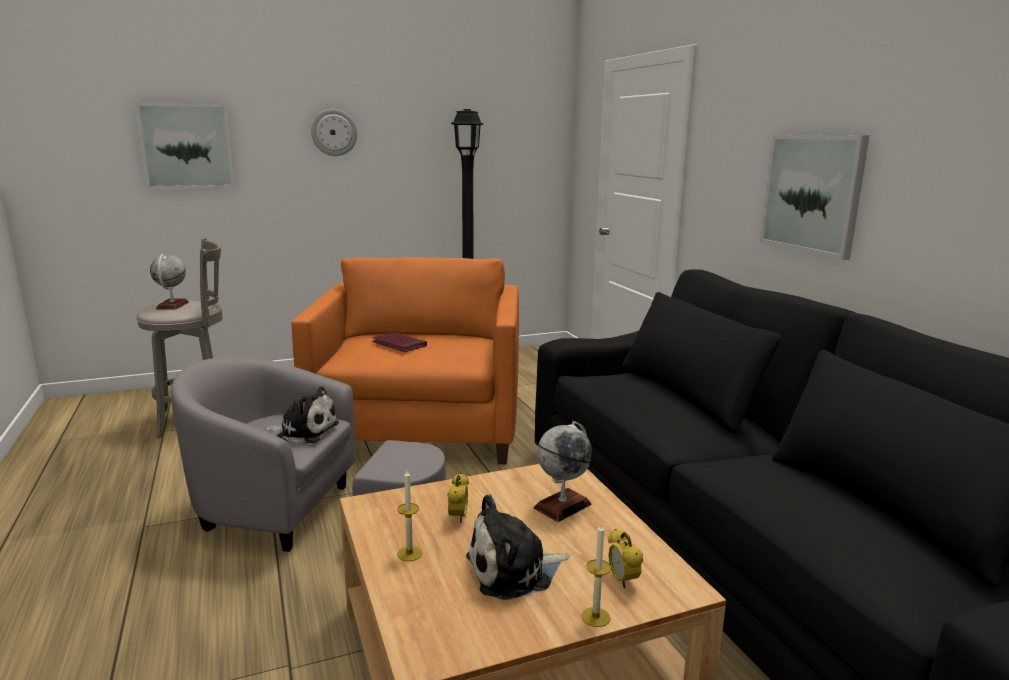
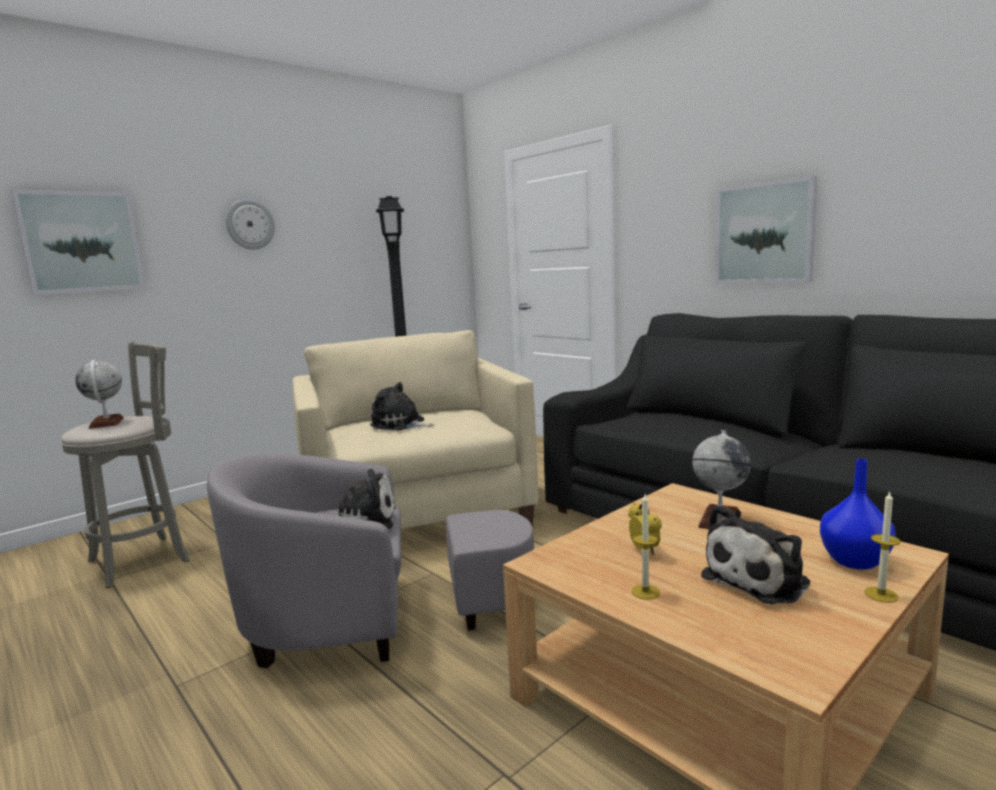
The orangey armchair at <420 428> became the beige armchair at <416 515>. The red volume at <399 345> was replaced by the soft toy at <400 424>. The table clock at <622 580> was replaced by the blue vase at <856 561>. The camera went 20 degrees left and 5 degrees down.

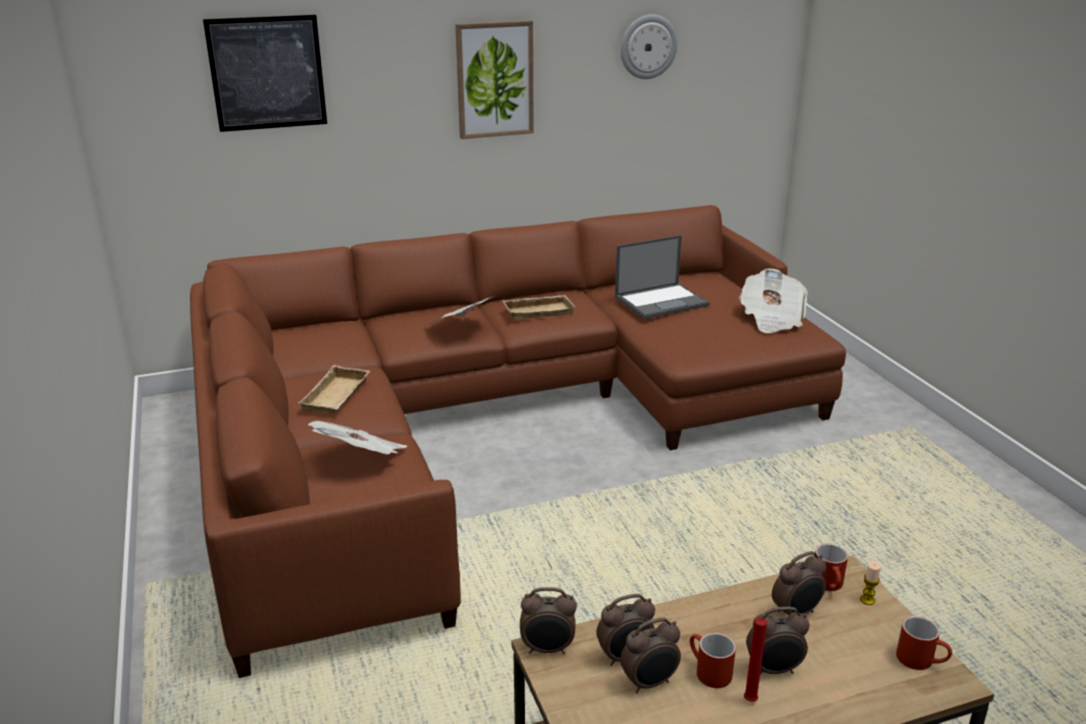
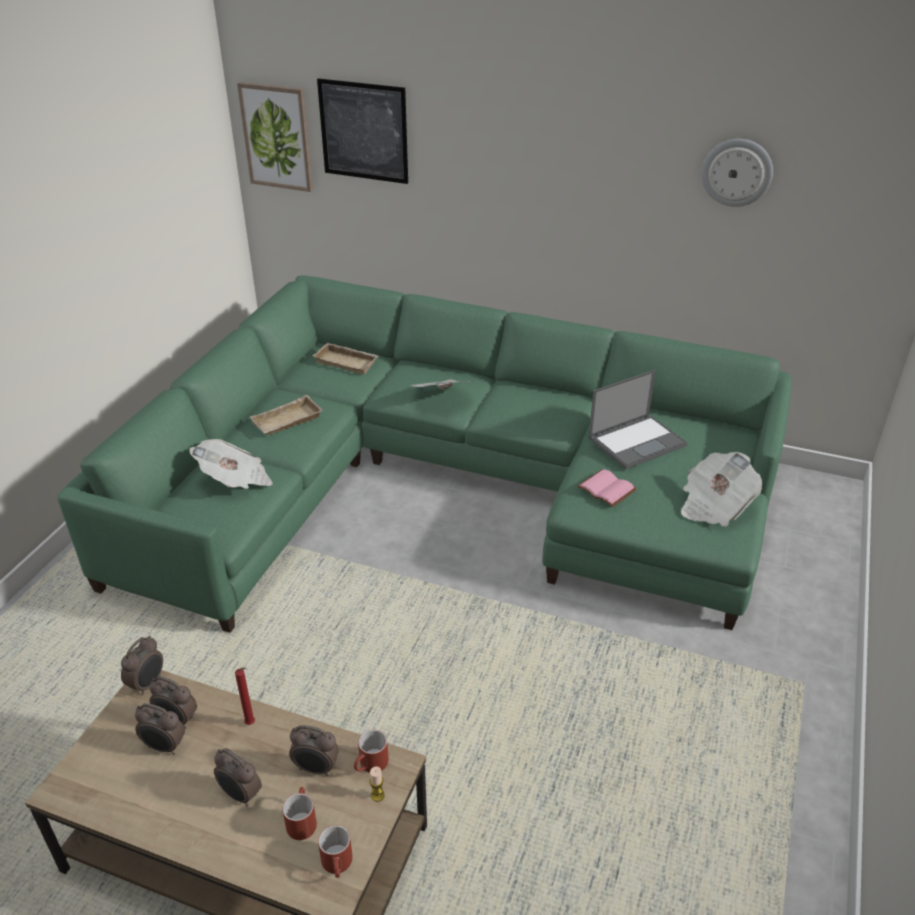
The wall art moved from <494 79> to <277 137>. The brown settee at <490 422> became the green-coloured settee at <447 485>. The notebook computer at <662 301> turned 45 degrees counterclockwise. The beige tray moved from <539 311> to <347 362>. The table clock at <547 649> turned 105 degrees counterclockwise. The red candle moved from <752 700> to <251 724>. The red mug moved from <707 671> to <301 820>. The pinkish volume at <608 489> appeared. The camera went 40 degrees right and 10 degrees up.

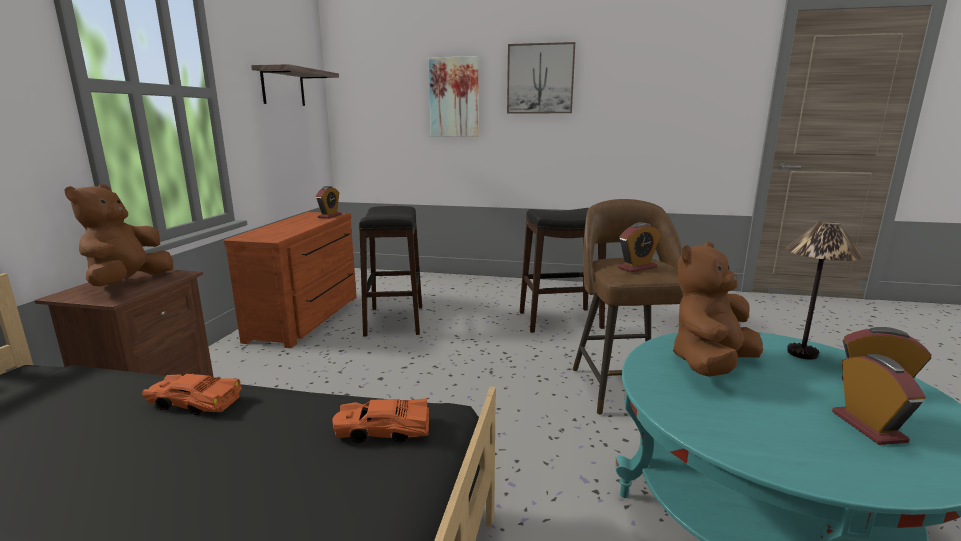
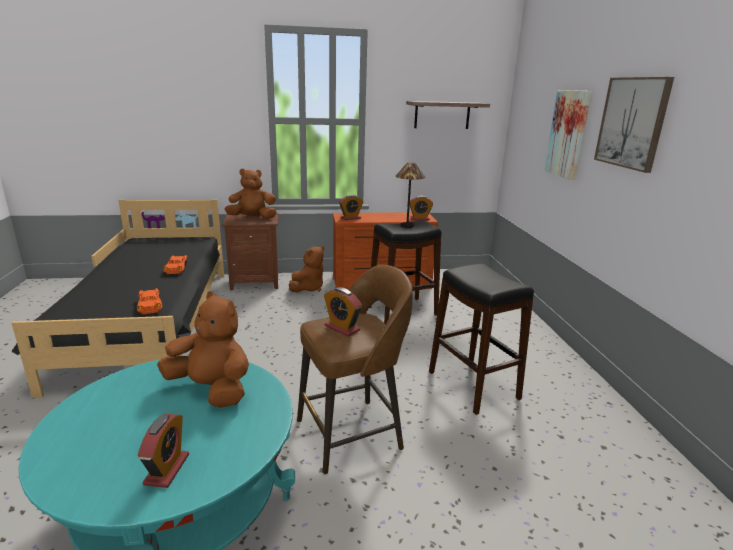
The lamp for a table moved from <803 353> to <407 226>. The table clock moved from <868 427> to <350 218>. The brown soft toy at <309 288> appeared. The camera went 70 degrees right and 5 degrees up.

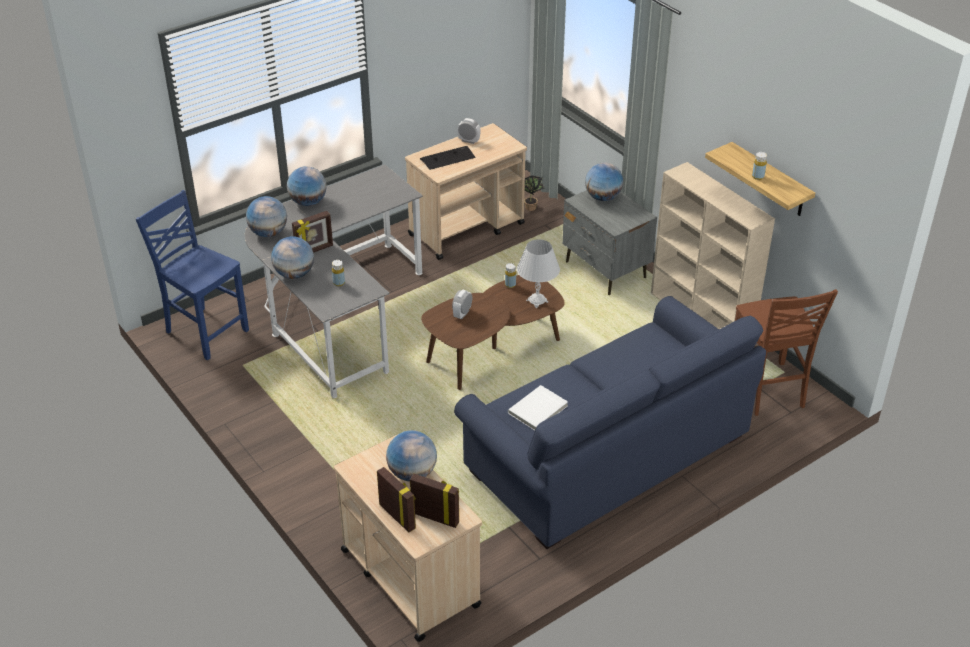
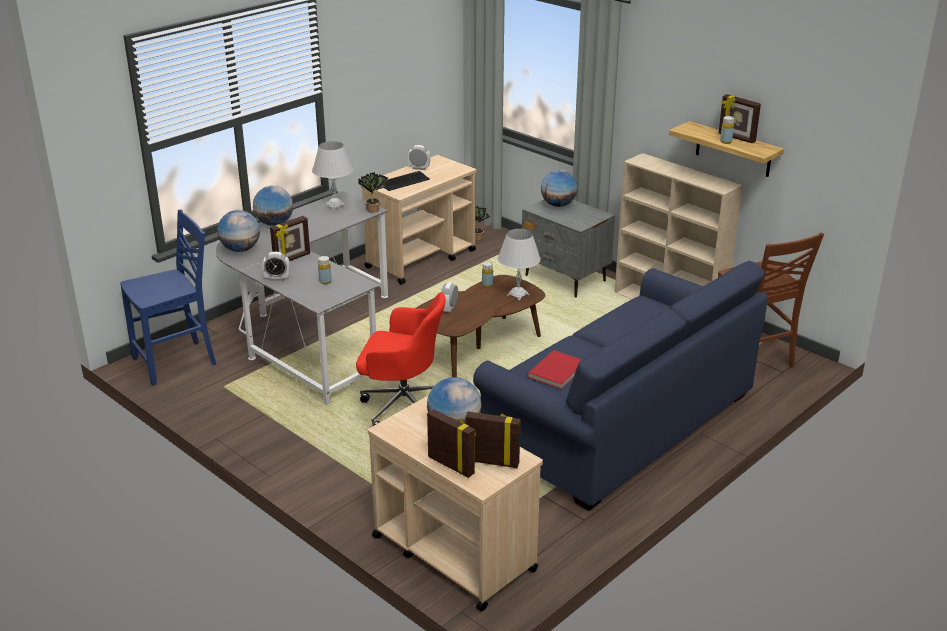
The blue upright chair at <205 331> turned 120 degrees clockwise. The globe at <294 274> was replaced by the table clock at <277 278>. The white-coloured volume at <538 410> became the red volume at <557 372>. The picture frame at <736 138> appeared. The white-coloured lamp for a table at <335 206> appeared. The houseplant at <374 209> appeared. The red office chair at <403 405> appeared. The camera went 10 degrees left and 10 degrees down.

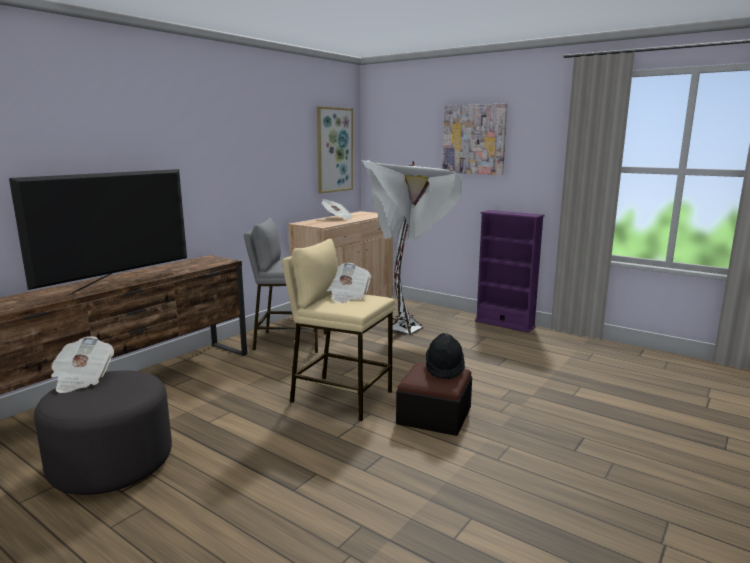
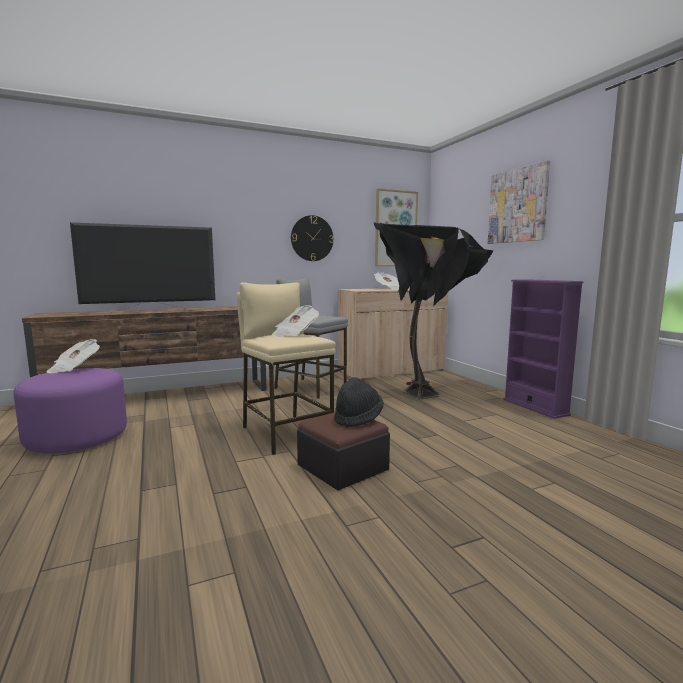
The white-coloured floor lamp at <410 326> became the black floor lamp at <429 393>. The greyish pouffe at <111 464> became the purple pouffe at <77 437>. The hanging clock at <312 238> appeared. The camera went 30 degrees right and 5 degrees down.

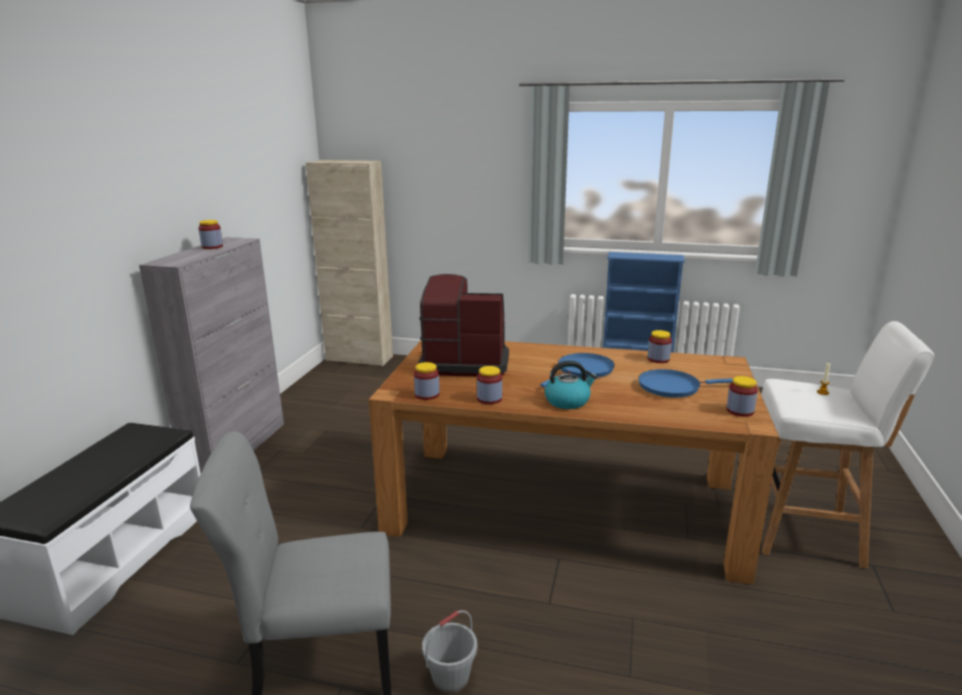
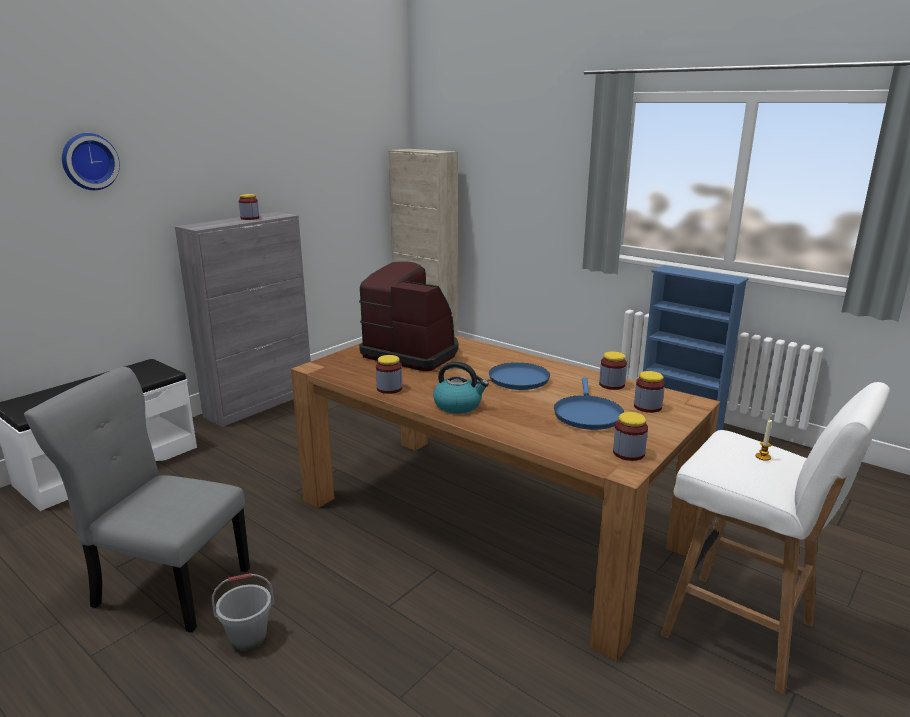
The preserve jar moved from <427 395> to <647 407>. The blue frying pan at <673 387> turned 105 degrees counterclockwise. The hanging clock at <89 161> appeared. The camera went 25 degrees right and 0 degrees up.

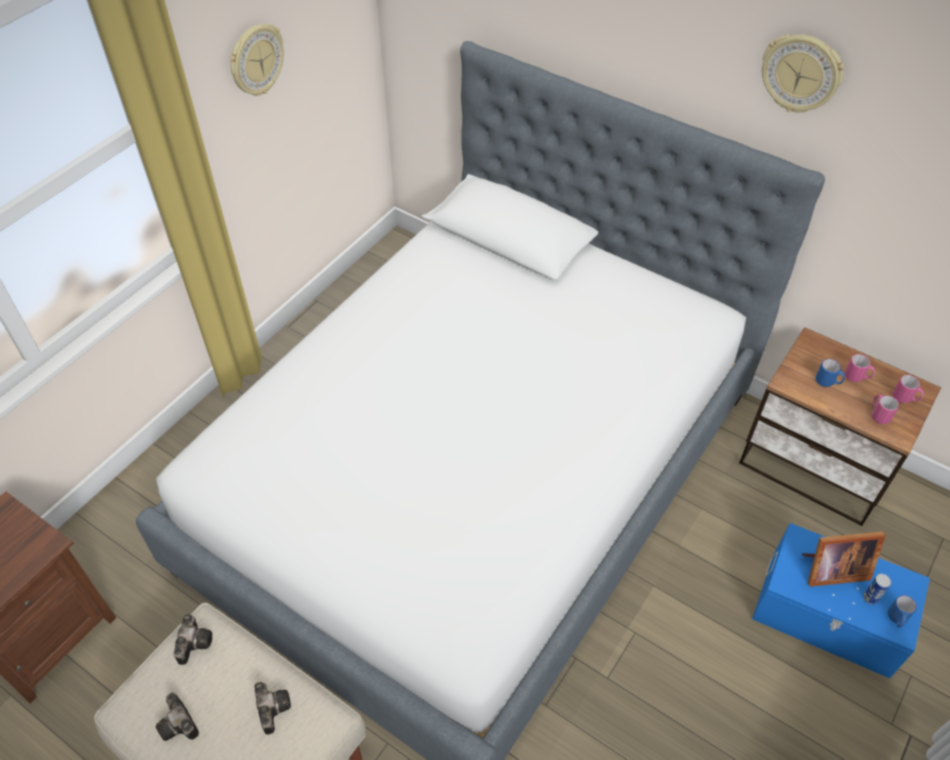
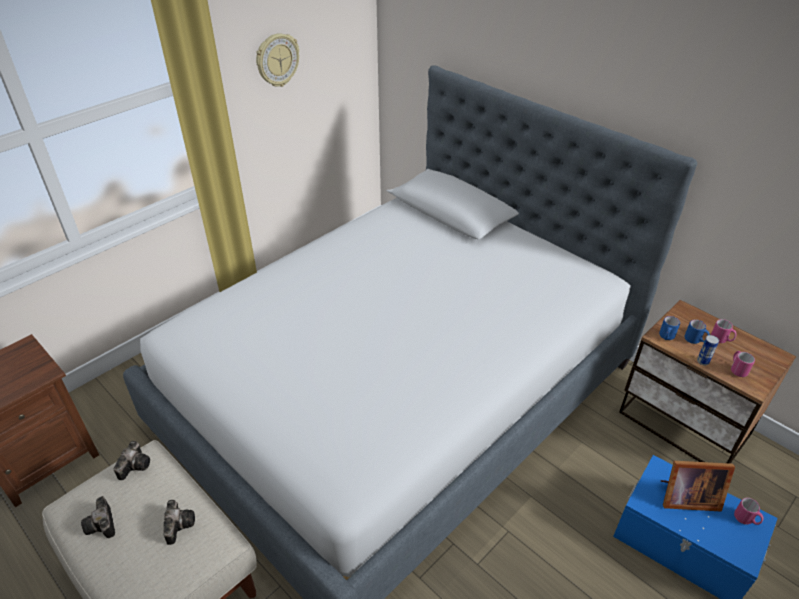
The hanging clock at <801 73> disappeared. The pinkish mug moved from <905 398> to <746 519>. The can moved from <870 598> to <702 361>. The blue mug moved from <897 619> to <666 337>. The camera went 10 degrees right and 10 degrees down.

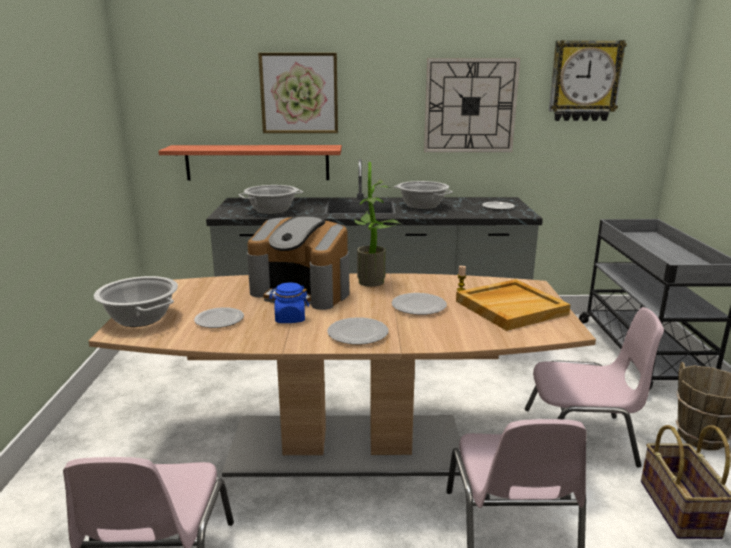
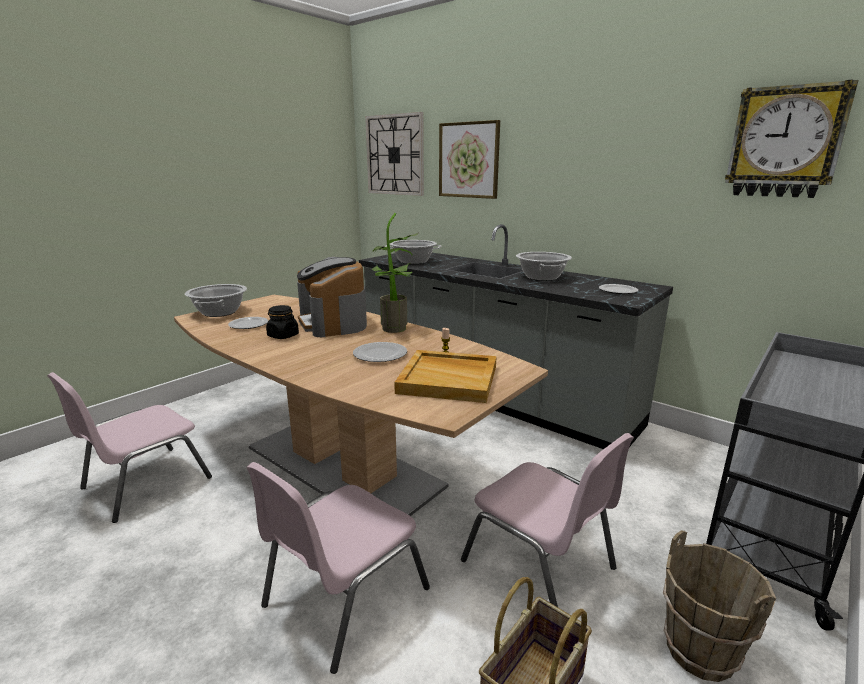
The hanging clock moved from <470 106> to <395 155>. The bracket shelf at <257 162> disappeared. The blue preserve jar at <290 319> became the black preserve jar at <283 336>. The dinner plate at <358 333> disappeared. The camera went 40 degrees right and 0 degrees up.

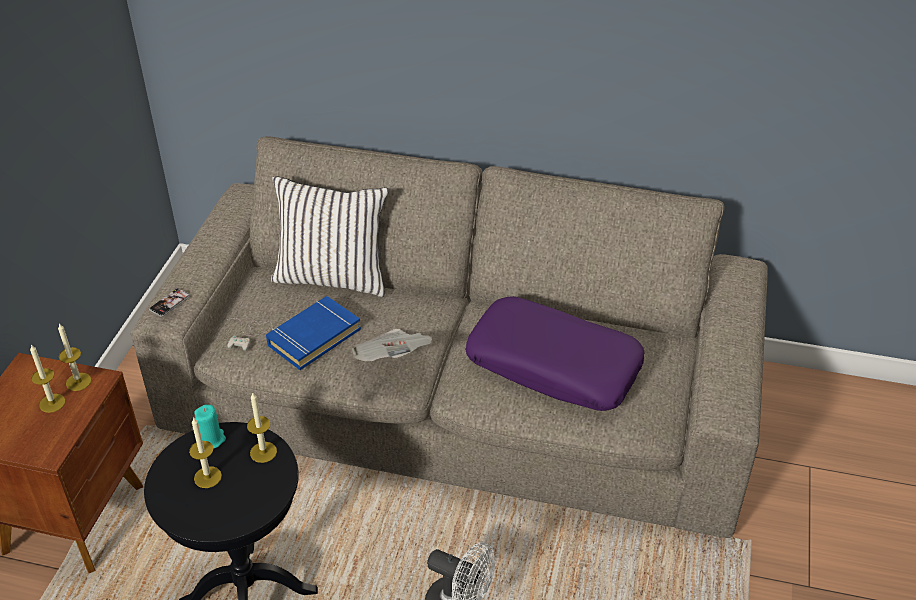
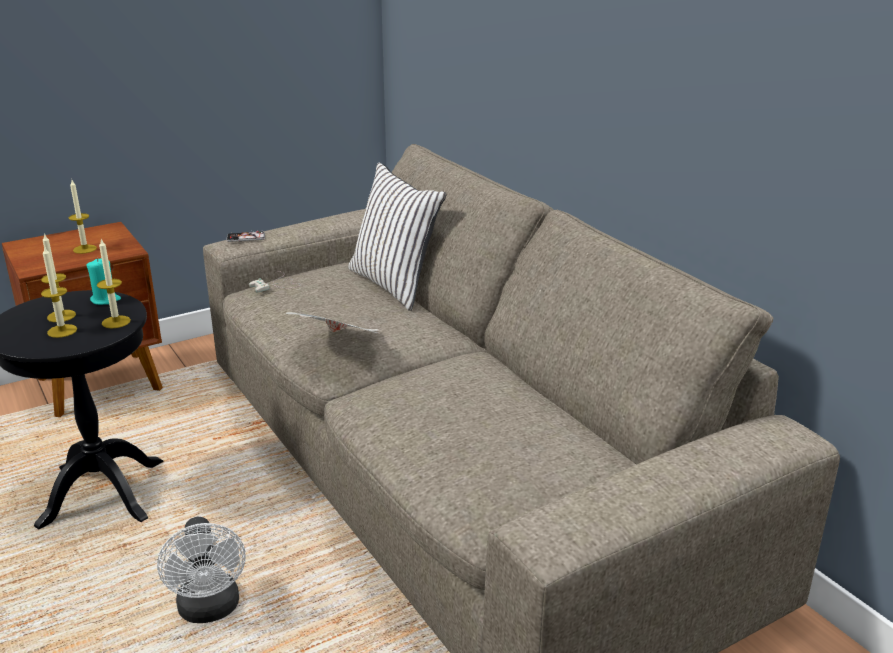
The blue volume at <313 337> disappeared. The purple pillow at <554 365> disappeared. The candle moved from <78 382> to <62 331>. The camera went 45 degrees right and 15 degrees down.

